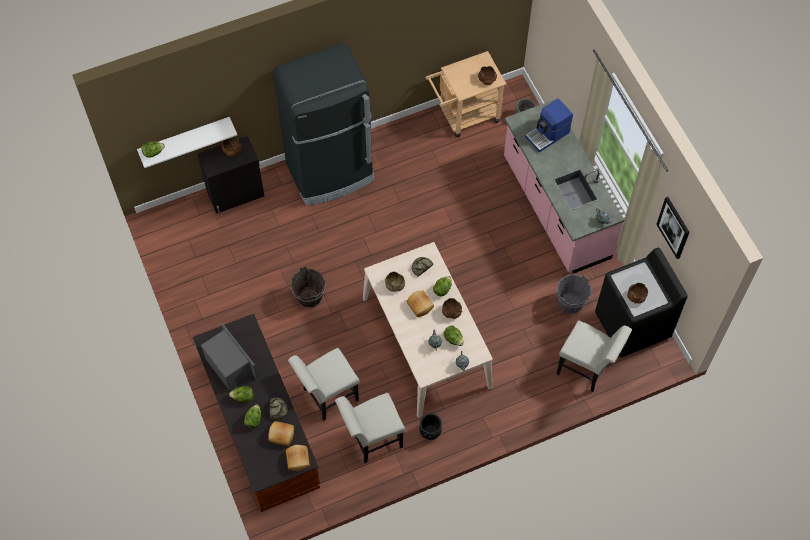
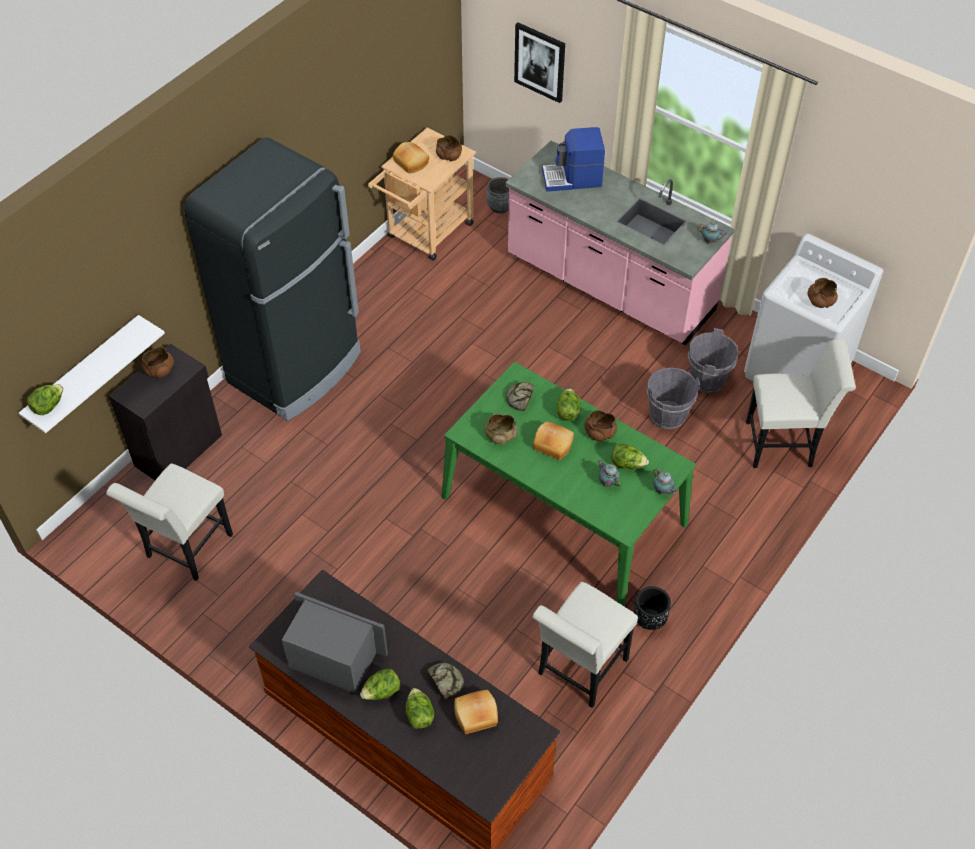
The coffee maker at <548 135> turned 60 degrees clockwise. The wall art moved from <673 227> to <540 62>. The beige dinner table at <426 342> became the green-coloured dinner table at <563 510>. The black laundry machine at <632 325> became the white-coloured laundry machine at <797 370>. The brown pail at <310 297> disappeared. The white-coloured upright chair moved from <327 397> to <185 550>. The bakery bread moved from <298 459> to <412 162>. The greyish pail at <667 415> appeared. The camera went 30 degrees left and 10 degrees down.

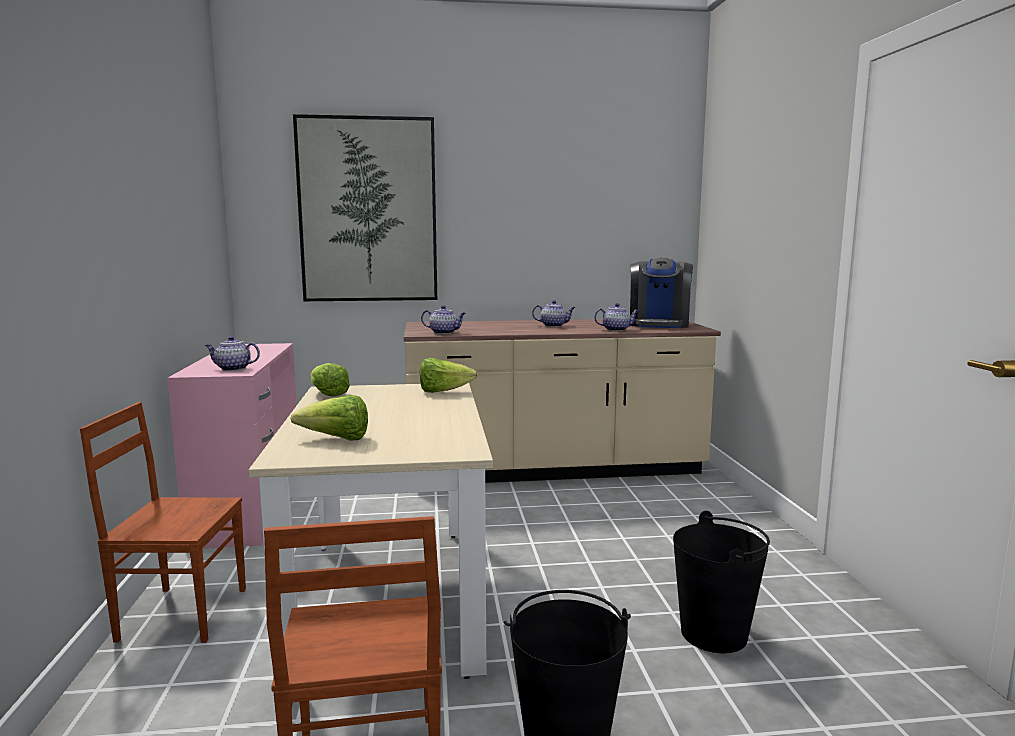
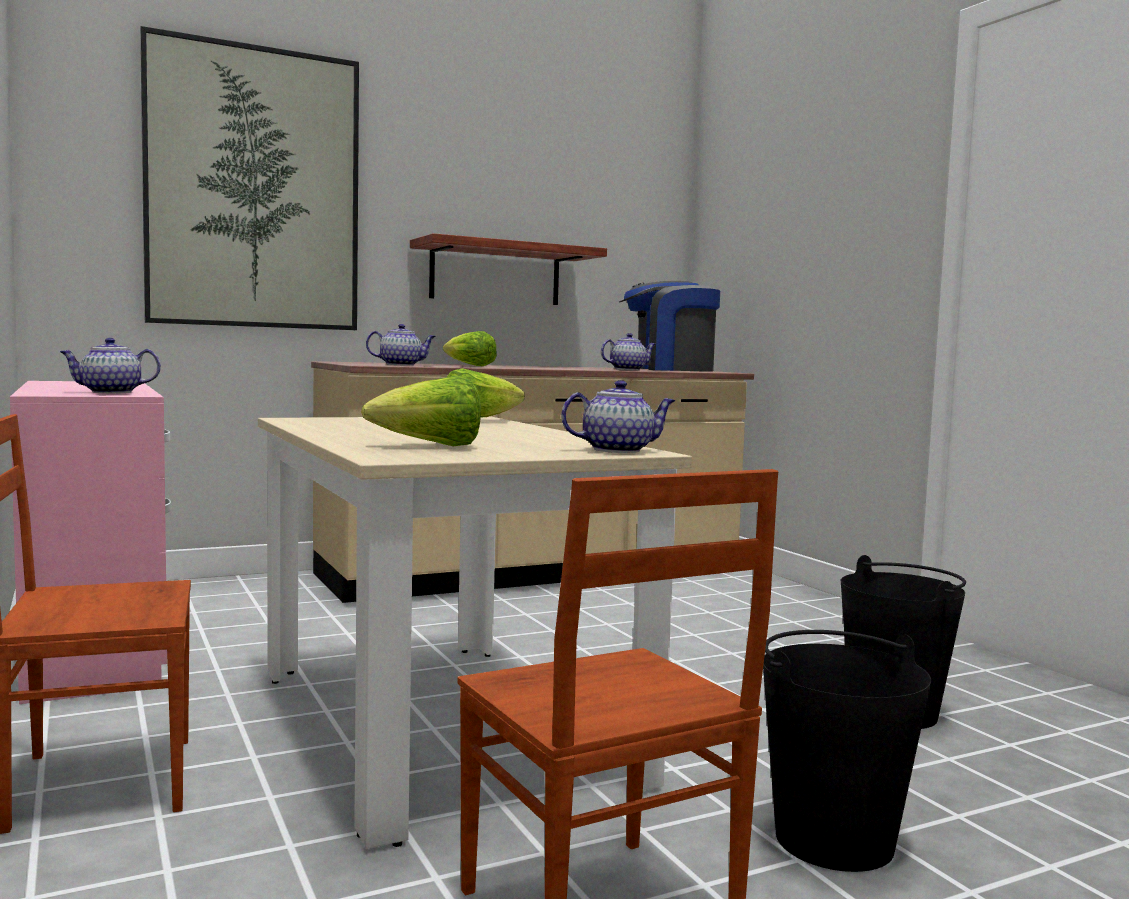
The coffee maker at <659 324> turned 90 degrees clockwise. The tea pot moved from <554 325> to <618 450>. The lettuce head moved from <328 394> to <469 365>. The bracket shelf at <495 274> appeared. The camera went 20 degrees left and 5 degrees down.

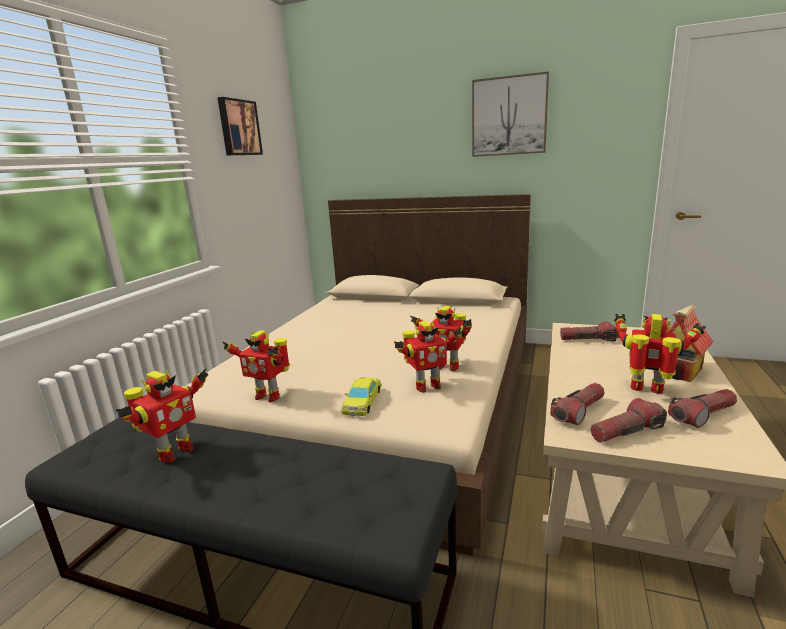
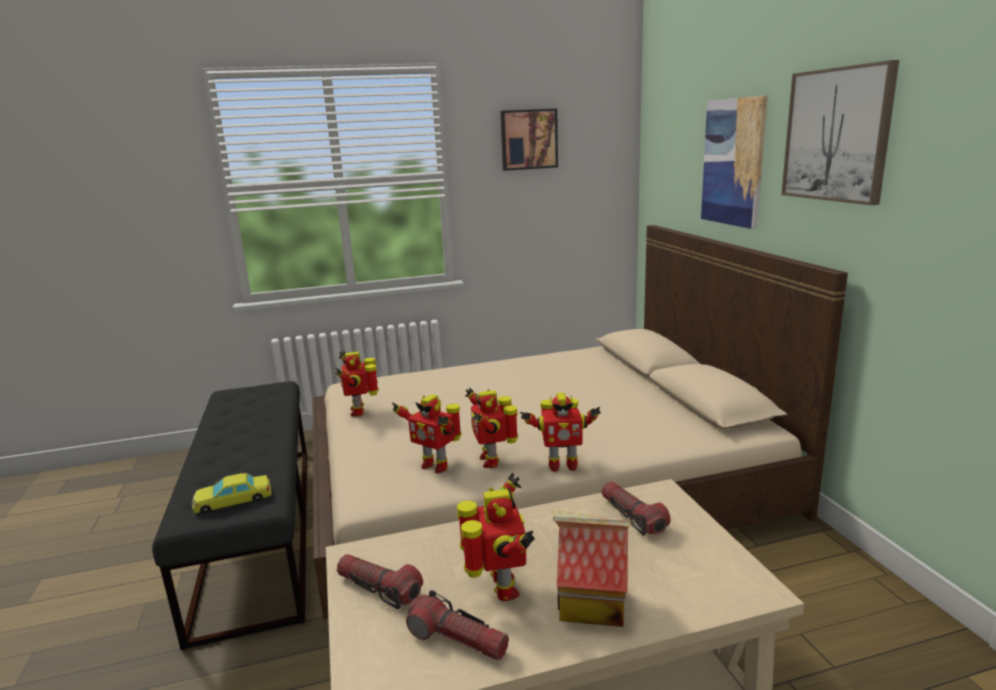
The robot figure moved from <174 453> to <561 465>. The yellowish toy car moved from <362 401> to <233 499>. The torch at <578 411> disappeared. The wall art at <733 162> appeared. The camera went 55 degrees right and 0 degrees up.

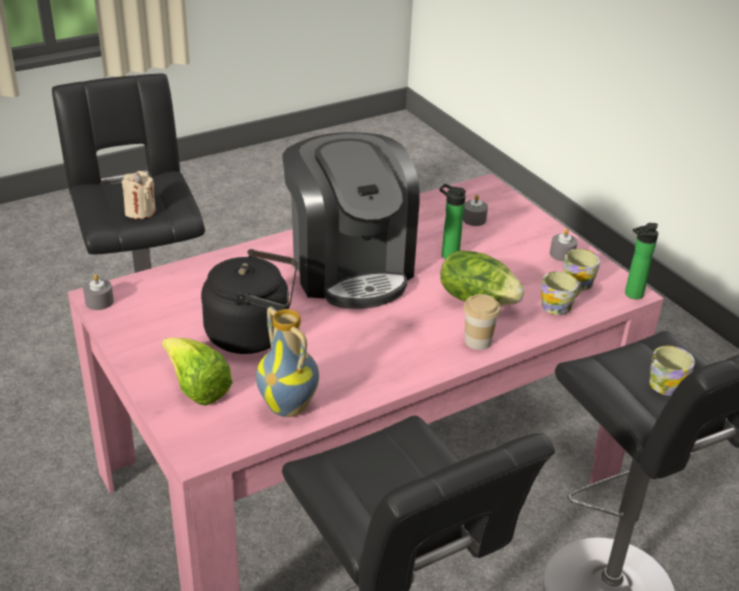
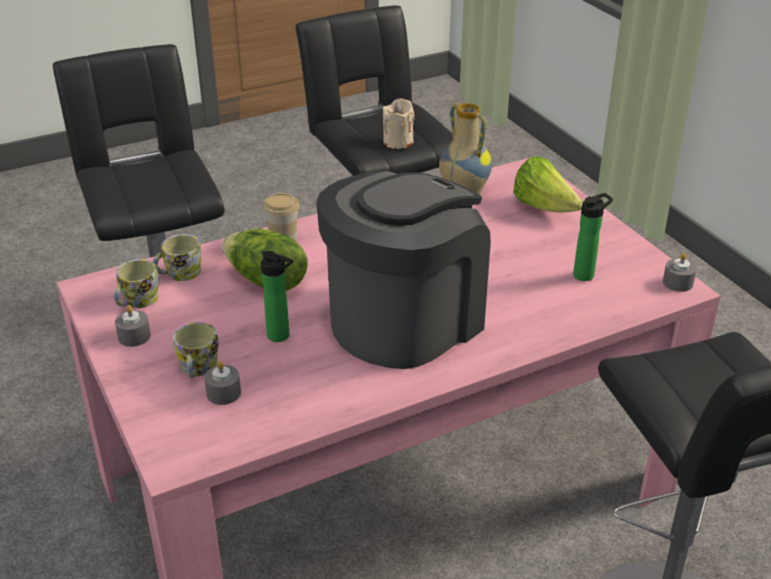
The coffee maker at <350 267> turned 60 degrees clockwise. The beige candle moved from <140 211> to <398 142>. The beverage bottle moved from <631 295> to <586 274>. The black water kettle at <254 334> disappeared. The mug moved from <665 381> to <197 369>. The camera went 175 degrees left and 0 degrees up.

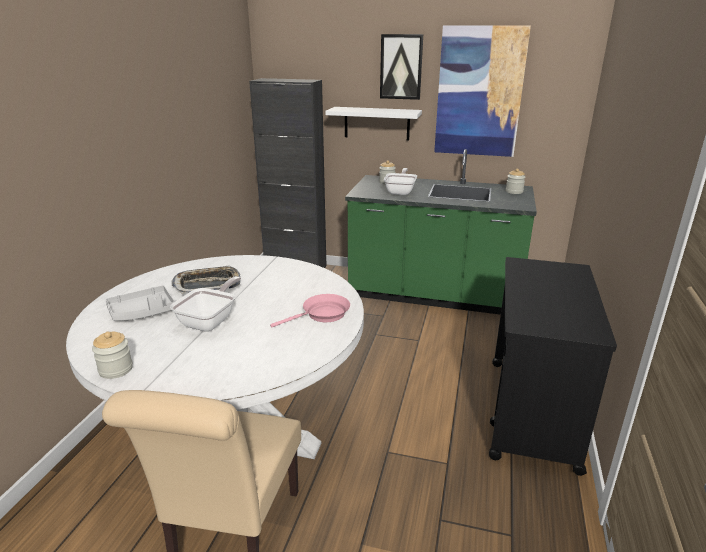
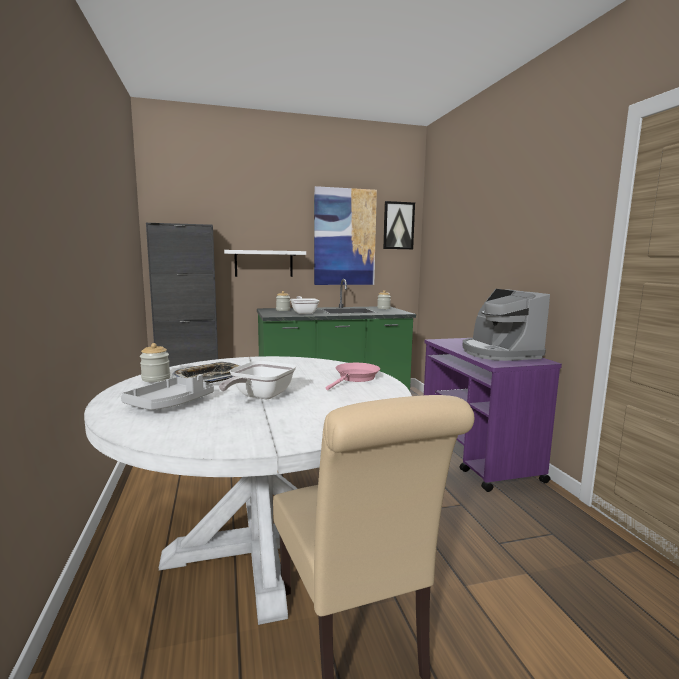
The wall art moved from <401 67> to <398 225>. The black wheeled cart at <531 413> became the purple wheeled cart at <478 457>. The frying pan at <211 321> turned 150 degrees counterclockwise. The preserve jar moved from <116 369> to <156 378>. The coffee maker at <499 353> appeared. The camera went 30 degrees left and 15 degrees down.

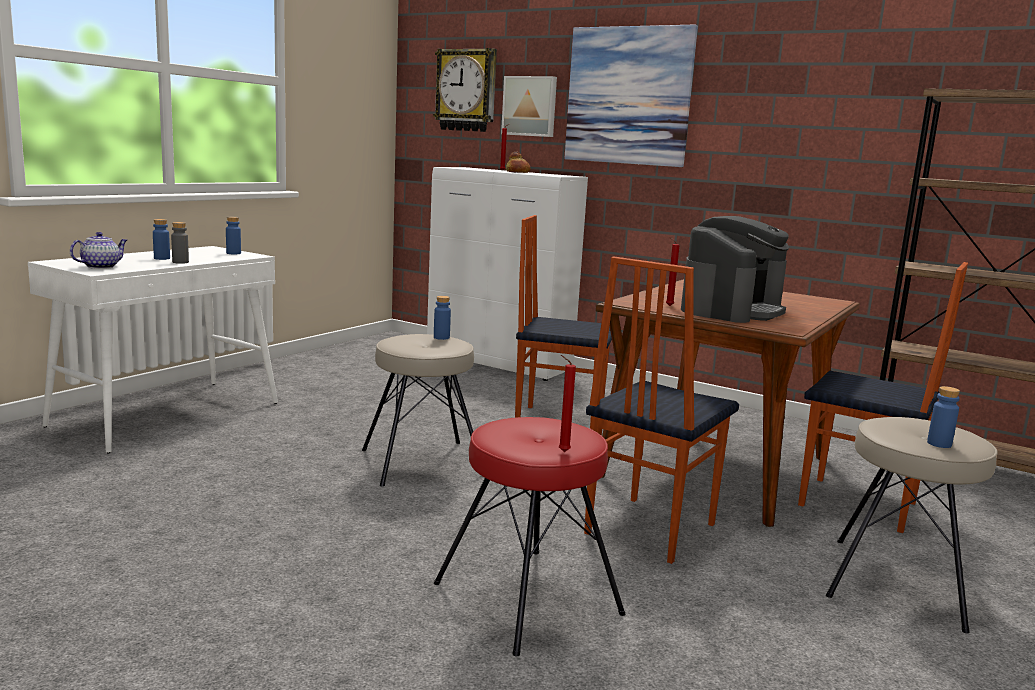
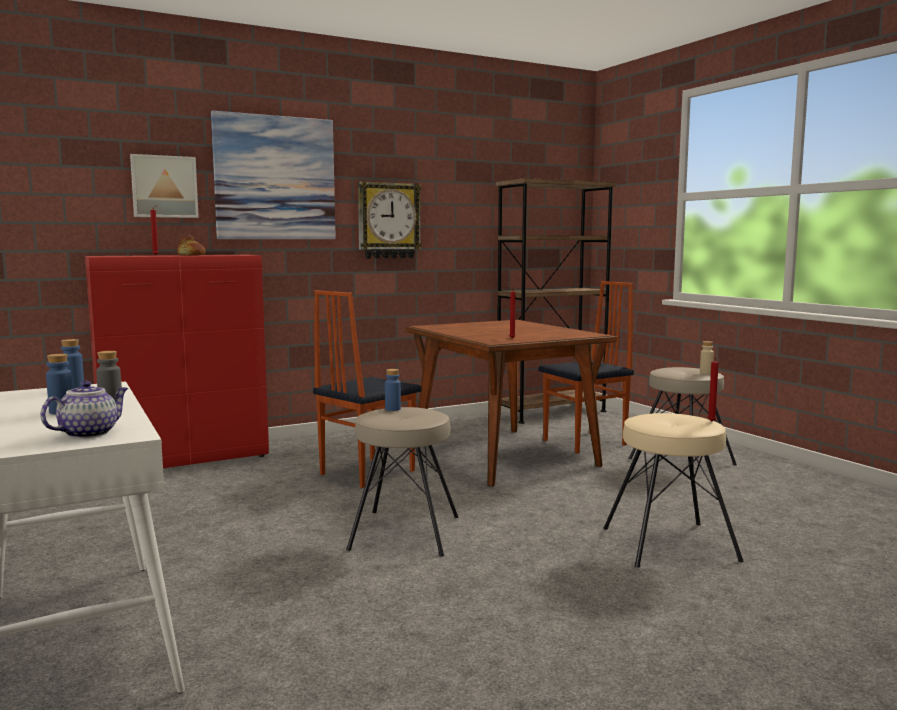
The hanging clock moved from <466 90> to <388 220>. The white-coloured cabinet at <499 363> became the red cabinet at <187 460>. The coffee maker at <731 310> disappeared. The tea pot at <101 267> turned 60 degrees clockwise. The upright chair at <647 528> disappeared. The blue beverage bottle at <939 444> became the beige beverage bottle at <706 373>. The red sitting stool at <528 597> became the beige sitting stool at <668 543>. The camera went 60 degrees left and 5 degrees down.

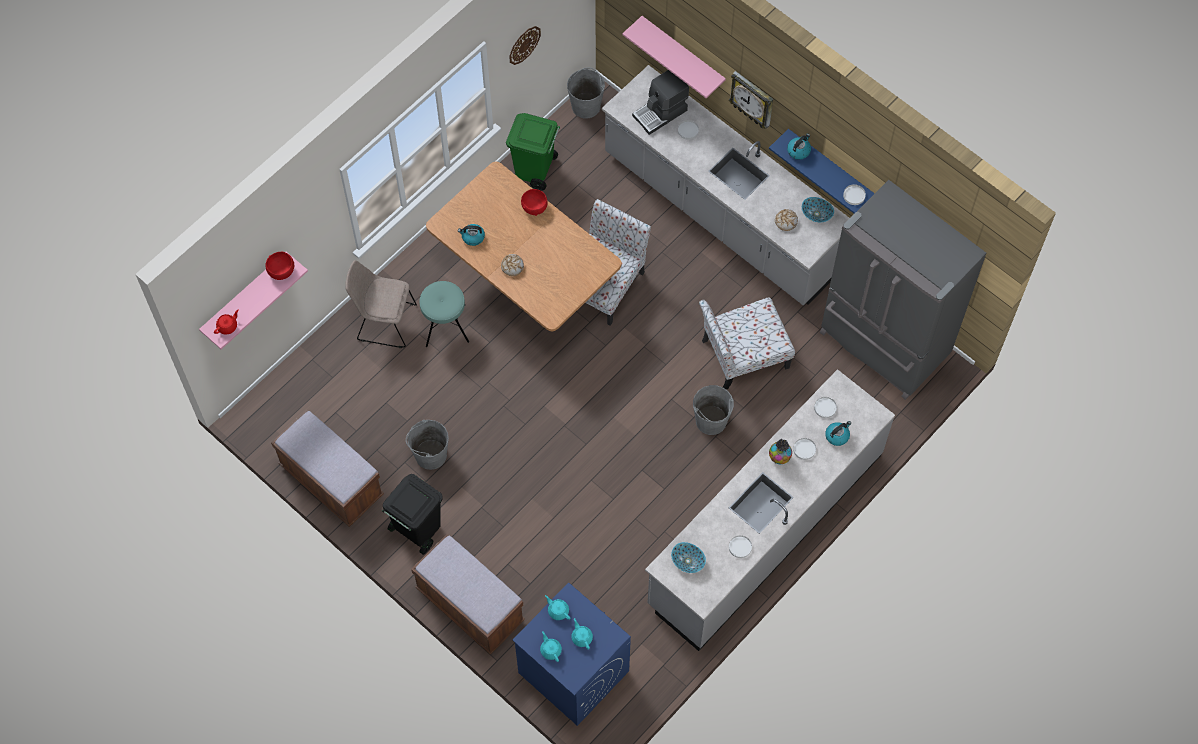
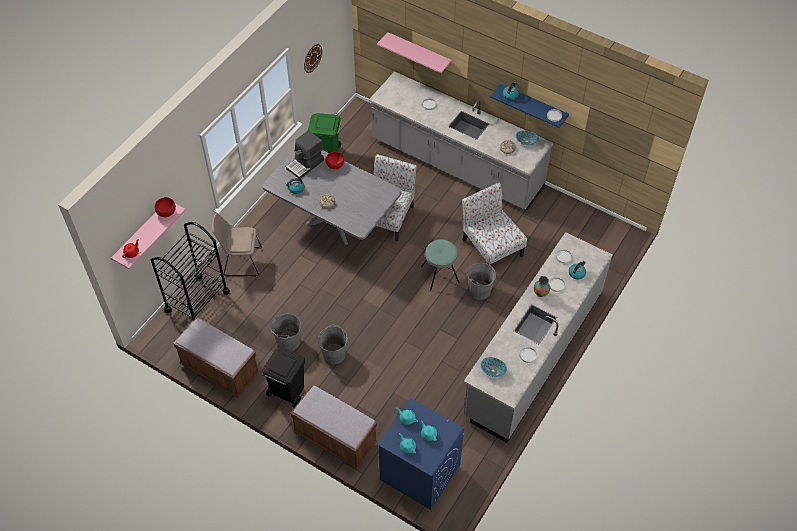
The greyish pail moved from <586 105> to <334 354>. The coffee maker moved from <660 113> to <305 164>. The hanging clock at <752 100> disappeared. The brown dinner table at <526 283> became the greyish dinner table at <335 224>. The greyish kitchen fridge at <883 345> disappeared. The turquoise-coloured sitting stool moved from <445 325> to <440 274>. The upright chair at <743 355> turned 90 degrees clockwise. The black wheeled cart at <197 301> appeared. The camera went 10 degrees left and 10 degrees down.

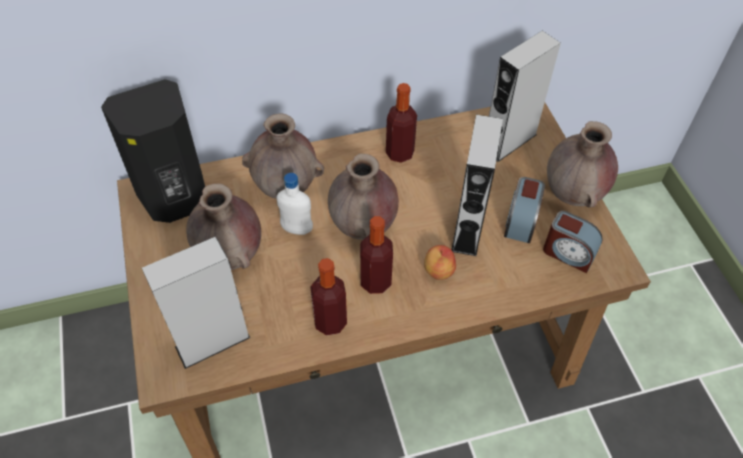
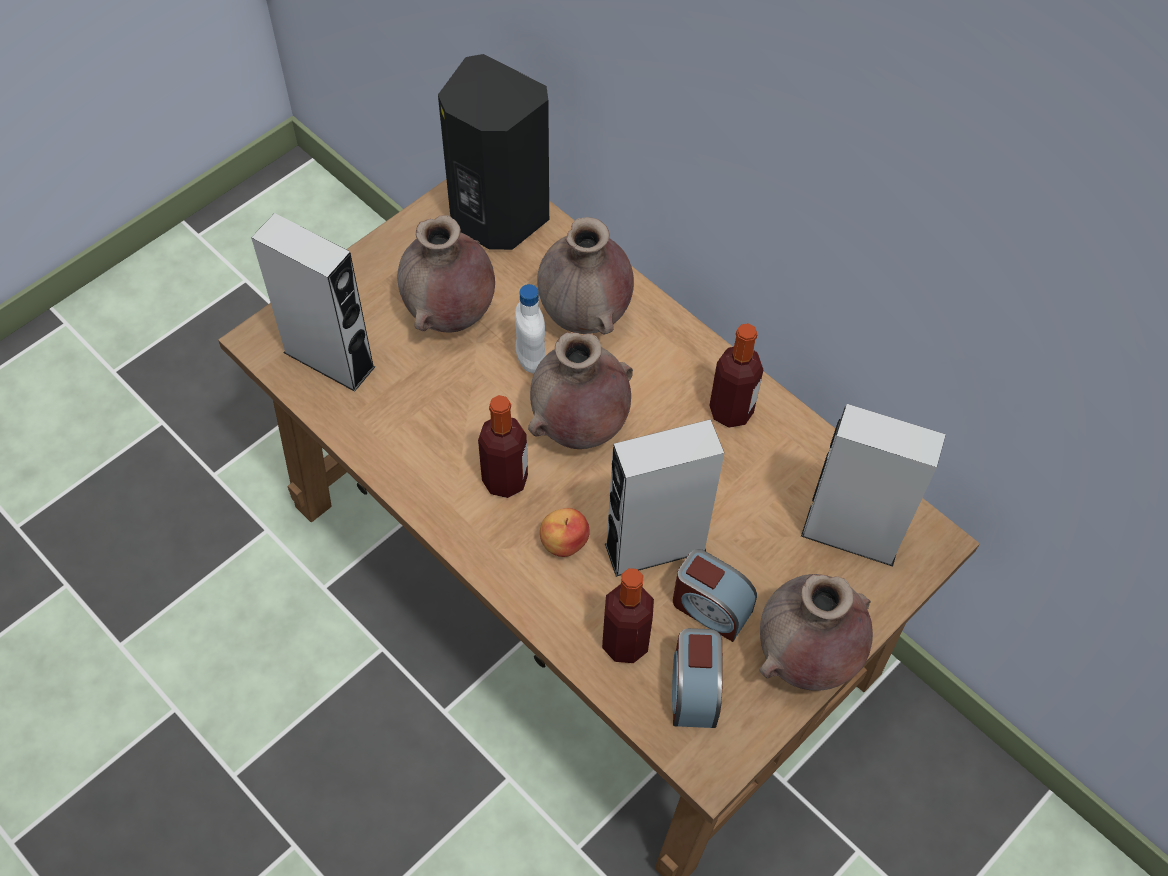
The table clock at <520 221> turned 135 degrees counterclockwise. The beverage bottle moved from <330 322> to <625 642>. The camera went 60 degrees right and 5 degrees up.

